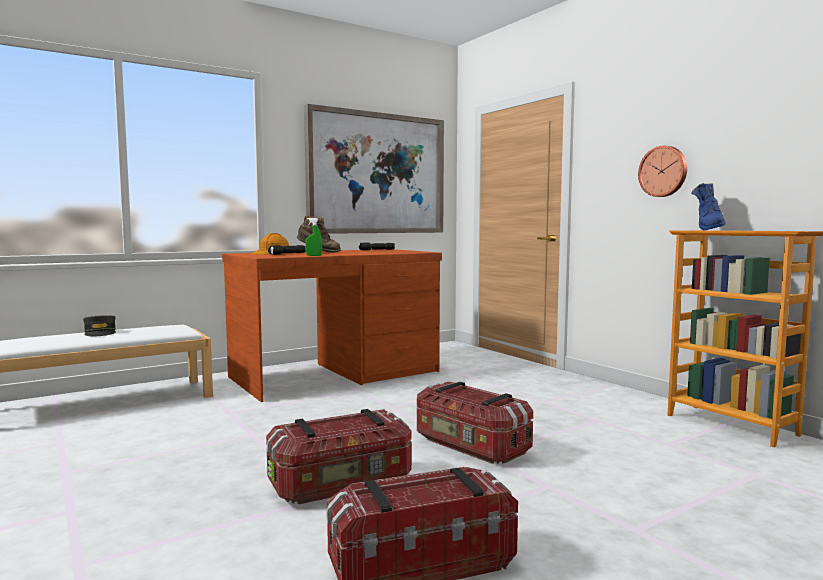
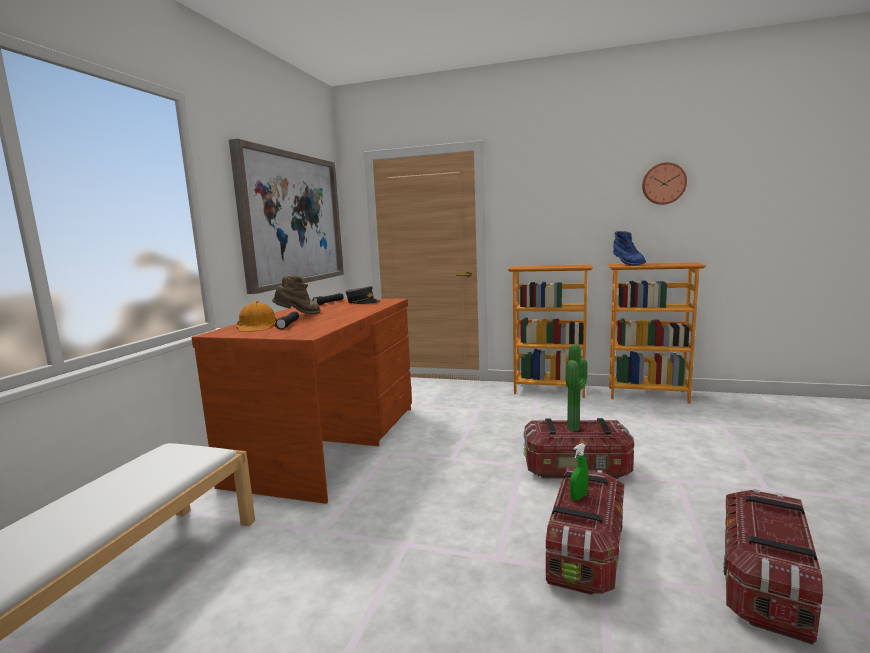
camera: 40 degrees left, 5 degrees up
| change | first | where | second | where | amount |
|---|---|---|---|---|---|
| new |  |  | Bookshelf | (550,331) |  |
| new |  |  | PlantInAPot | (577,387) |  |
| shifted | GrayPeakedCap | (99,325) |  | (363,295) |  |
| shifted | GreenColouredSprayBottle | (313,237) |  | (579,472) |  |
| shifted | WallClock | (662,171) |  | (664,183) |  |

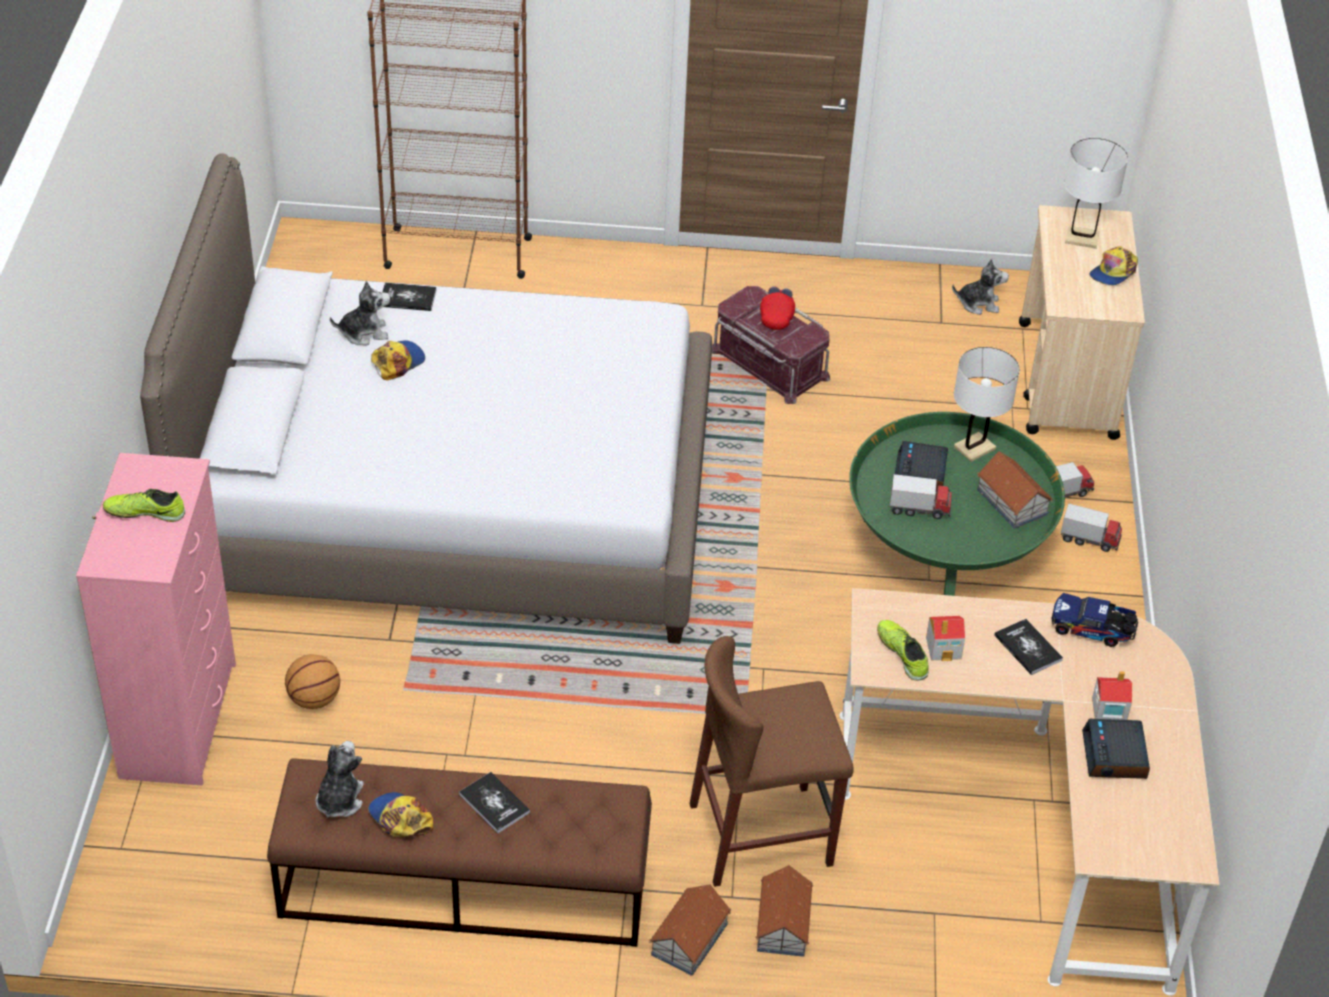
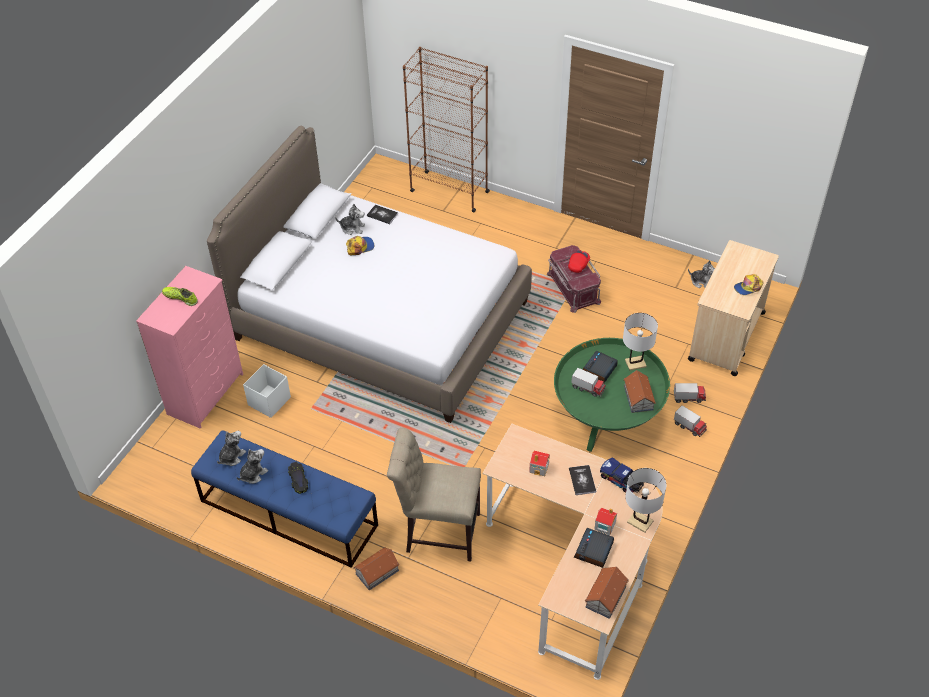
camera: 25 degrees right, 5 degrees up
| change | first | where | second | where | amount |
|---|---|---|---|---|---|
| gone | LowShoe | (903,650) |  |  |  |
| shifted | MiniatureHouse | (784,911) |  | (607,593) |  |
| shifted | WhitishTableLamp | (1096,193) |  | (646,500) |  |
| swapped | BallForBasketball | (312,681) | WhitishStorageContainer | (267,391) |  |
| swapped | PeakedCap | (400,814) | CuddlyToy | (252,466) |  |
| swapped | BoundBook | (494,802) | BlackishModelCar | (298,478) |  |
| swapped | BrownishStool | (772,761) | BeigeUprightChair | (434,494) |  |
| repainted | BrownishBench | (459,852) | BlueBench | (284,499) |  |

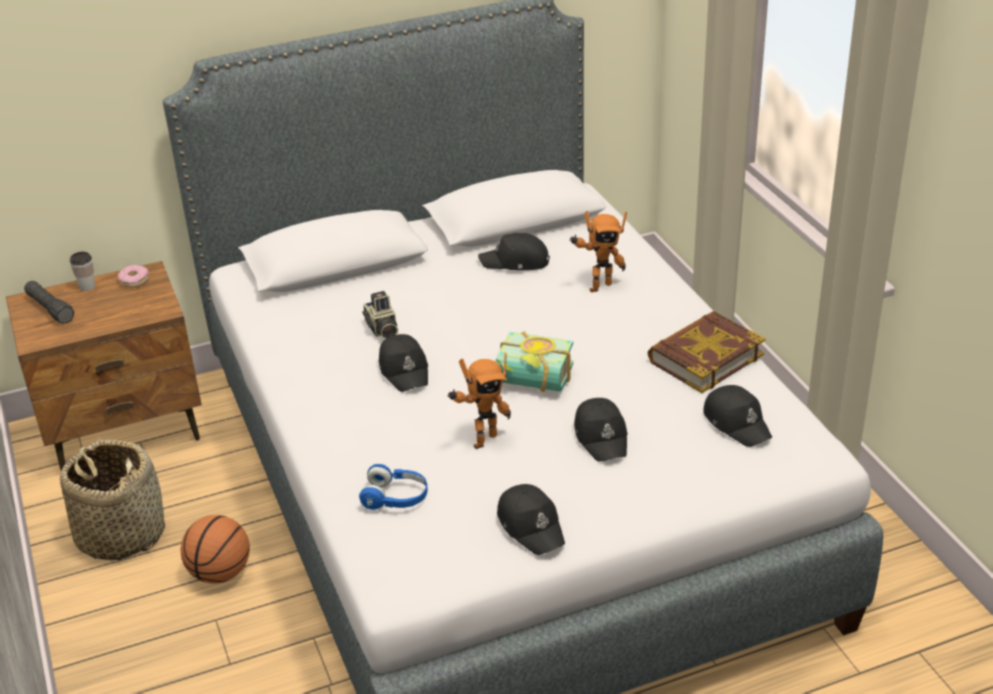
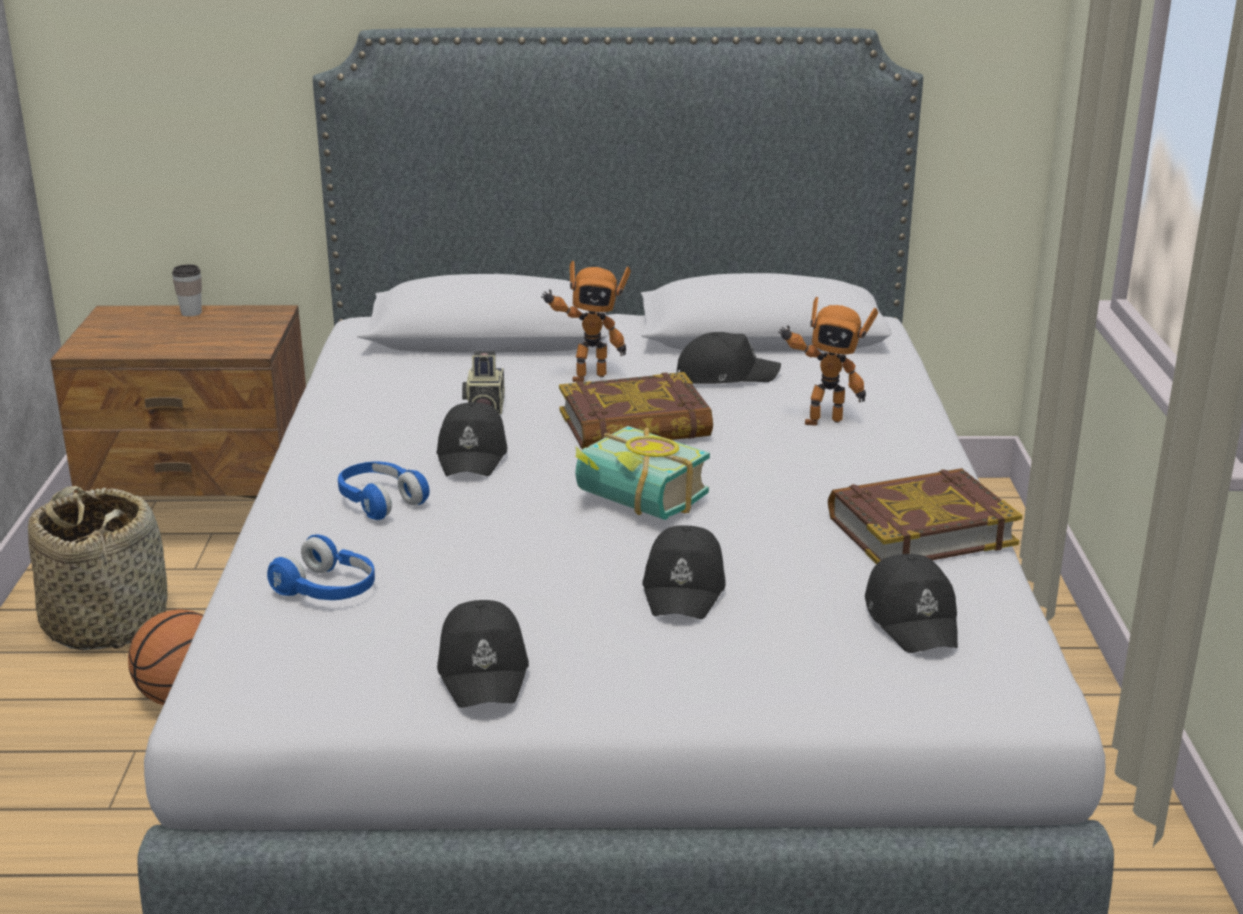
camera: 20 degrees right, 10 degrees down
| change | first | where | second | where | amount |
|---|---|---|---|---|---|
| gone | BlackishFlashlight | (49,302) |  |  |  |
| gone | Donut | (133,276) |  |  |  |
| new |  |  | BlueHeadset | (384,490) |  |
| new |  |  | BoundBook | (636,411) |  |
| shifted | ToyRobot | (479,401) |  | (586,321) |  |
| rotated | BlackishPeakedCap | (514,251) |  | (729,358) | 150 degrees clockwise |

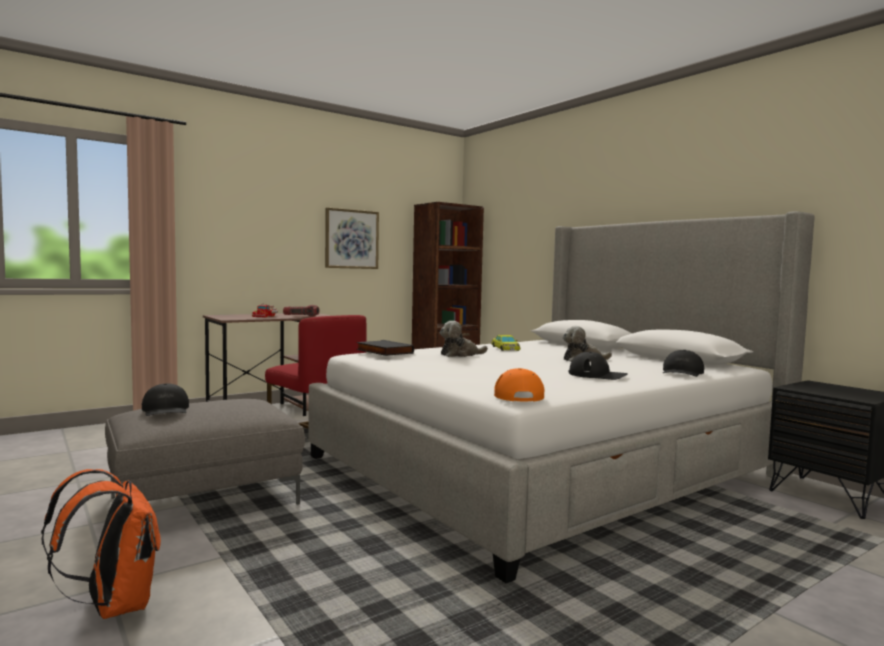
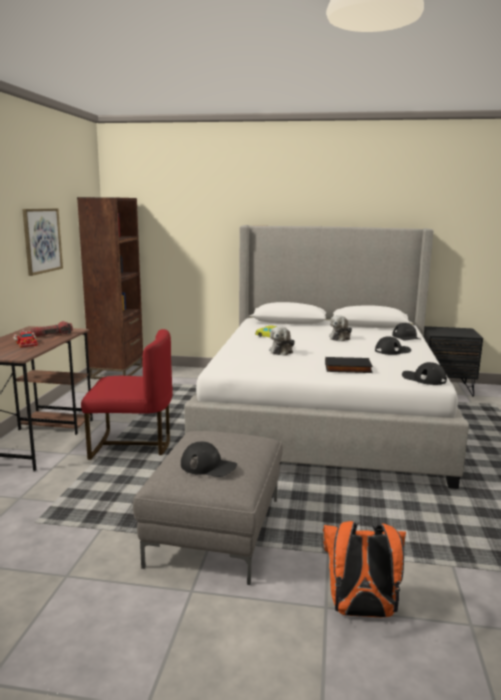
camera: 45 degrees left, 10 degrees up
| change | first | where | second | where | amount |
|---|---|---|---|---|---|
| shifted | BlackishBoundBook | (385,348) |  | (349,365) |  |
| repainted | OrangeColouredPeakedCap | (519,385) | BlackishPeakedCap | (424,373) |  |

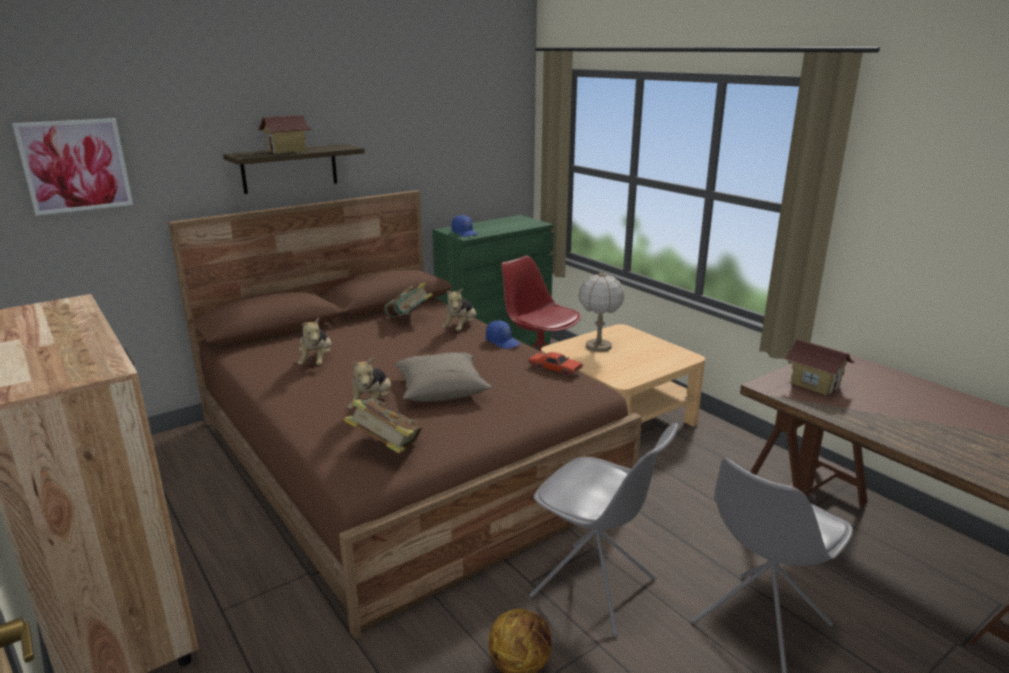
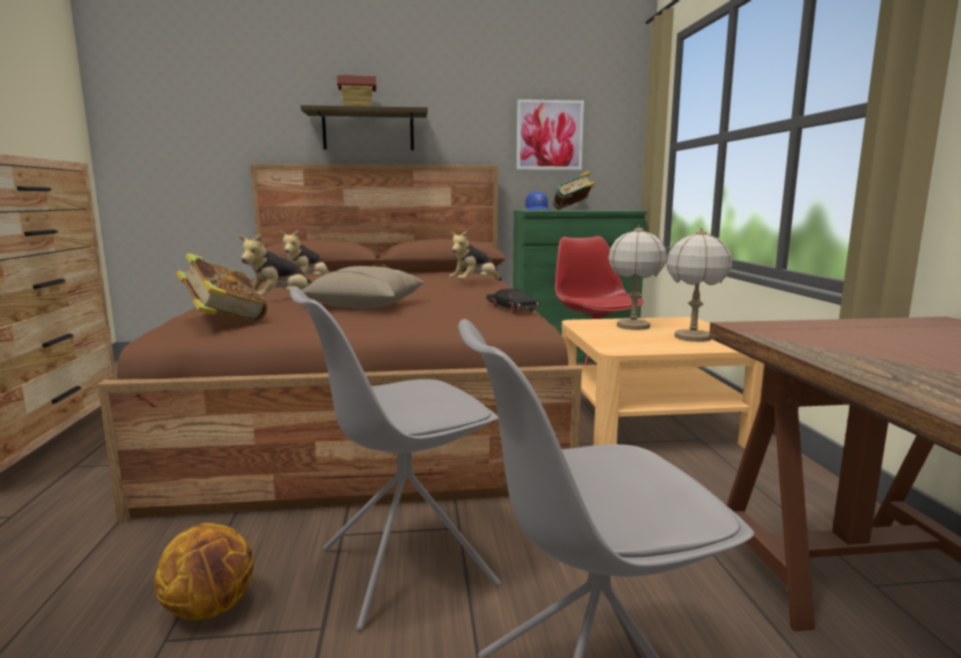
camera: 30 degrees right, 10 degrees down
| change | first | where | second | where | amount |
|---|---|---|---|---|---|
| gone | BluePeakedCap | (503,334) |  |  |  |
| gone | MiniatureHouse | (820,367) |  |  |  |
| new |  |  | TableLamp | (699,285) |  |
| shifted | WallArt | (72,167) |  | (550,134) |  |
| shifted | BoundBook | (408,300) |  | (574,190) |  |
| repainted | ReddishModelCar | (555,364) | BlackishModelCar | (513,300) |  |
| rotated | GrayUprightChair | (604,530) |  | (395,458) | 90 degrees clockwise |

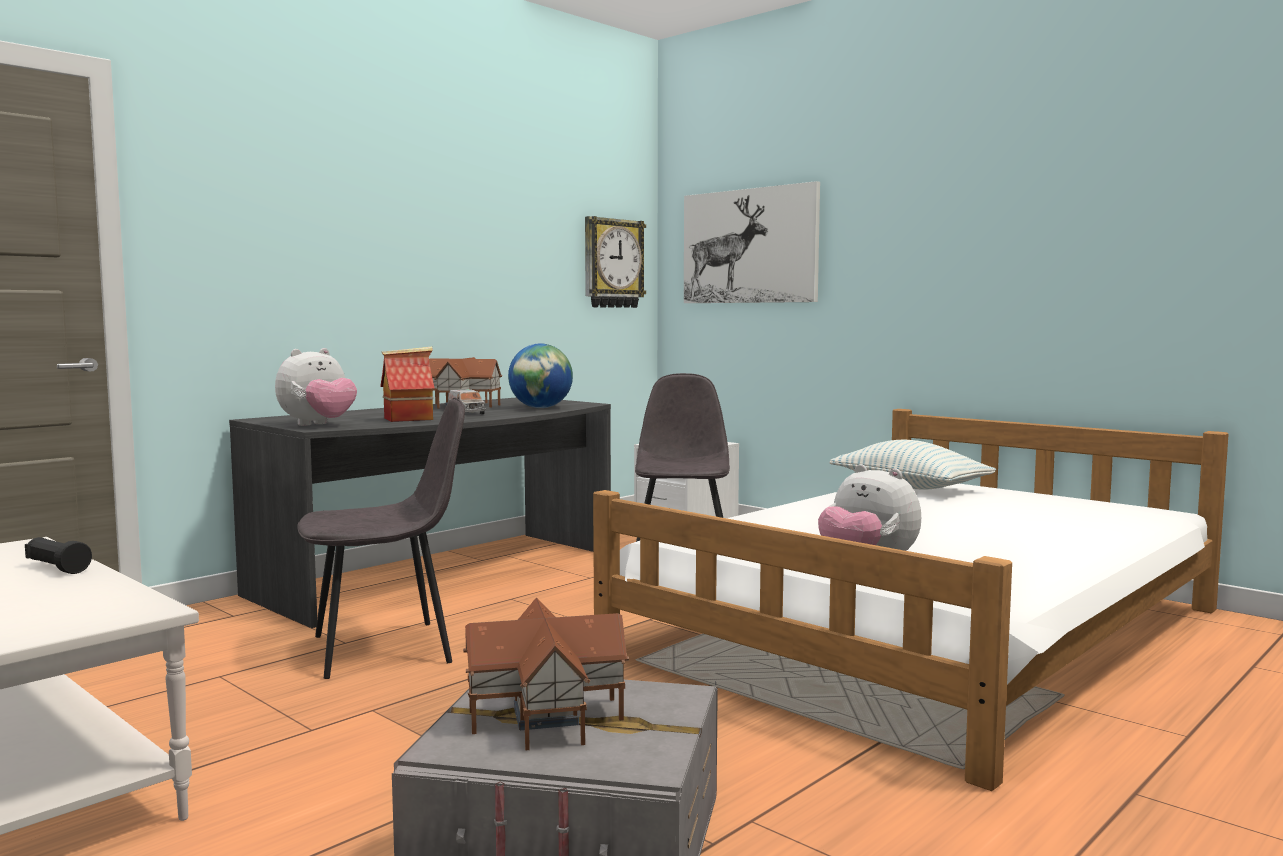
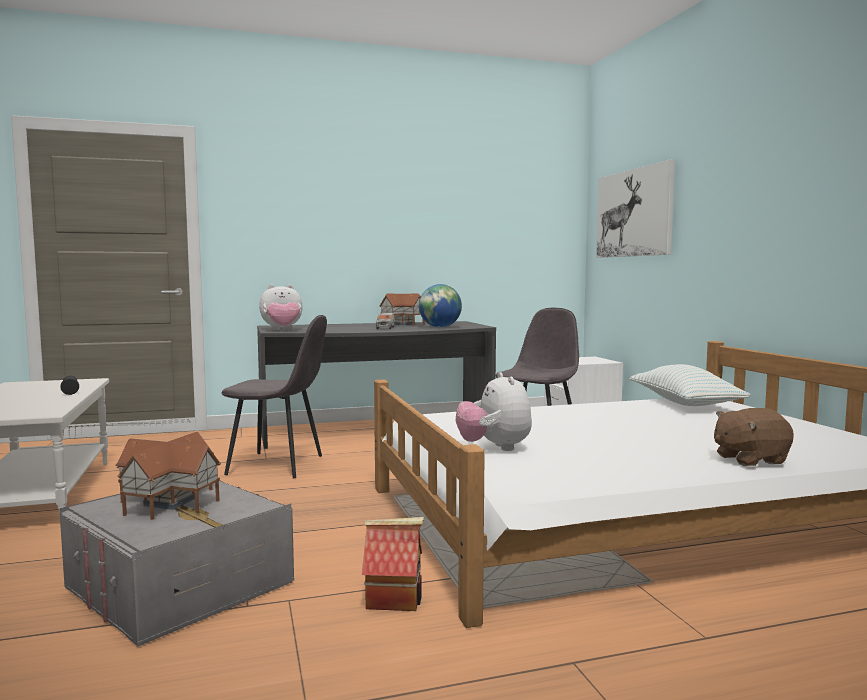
camera: 30 degrees right, 0 degrees up
| change | first | where | second | where | amount |
|---|---|---|---|---|---|
| gone | WallClock | (615,262) |  |  |  |
| new |  |  | BrownishCuddlyToy | (754,437) |  |
| shifted | MiniatureHouse | (407,384) |  | (393,564) |  |

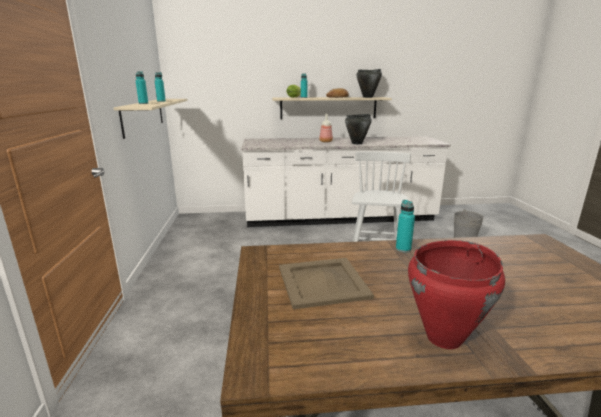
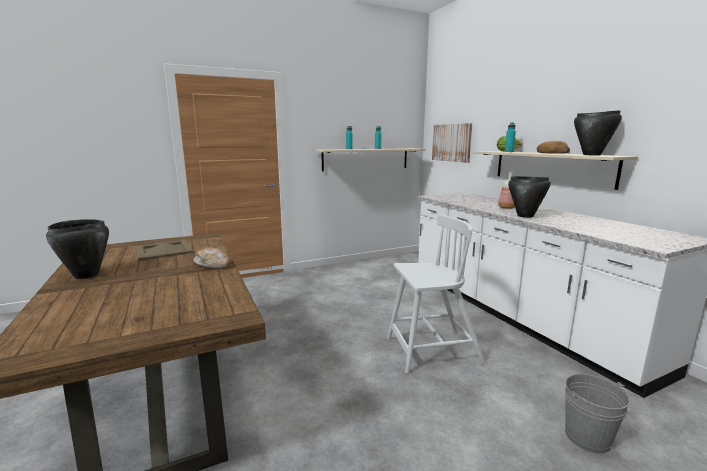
camera: 70 degrees right, 5 degrees down
| change | first | where | second | where | amount |
|---|---|---|---|---|---|
| new |  |  | WallArt | (452,143) |  |
| swapped | BlueGreenBottle | (405,226) | Bread | (212,258) |  |
| repainted | ReddishSaucepot | (456,294) | BlackishSaucepot | (77,249) |  |

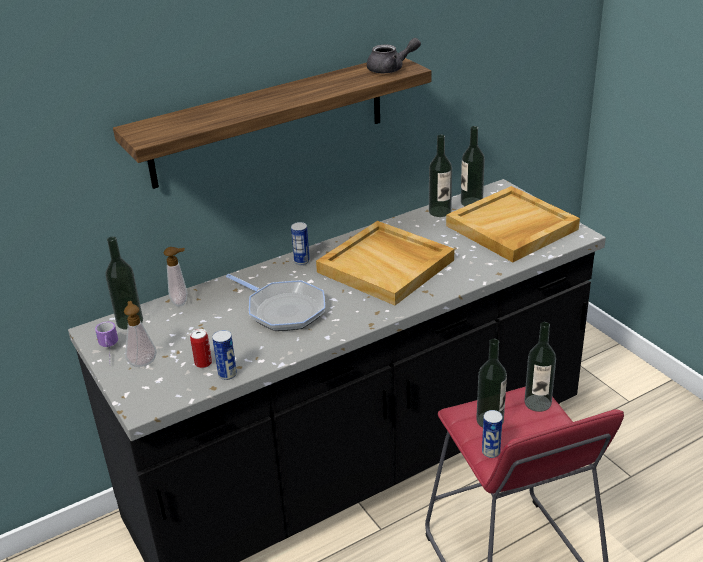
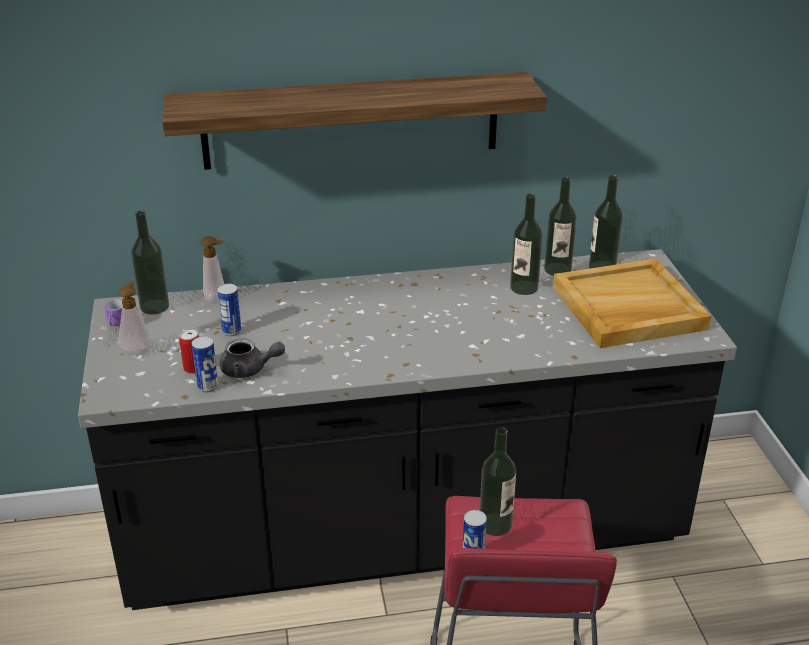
camera: 20 degrees right, 0 degrees up
| change | first | where | second | where | amount |
|---|---|---|---|---|---|
| gone | Pan | (275,302) |  |  |  |
| gone | BeigeCarryingTray | (385,263) |  |  |  |
| shifted | SealedCan | (300,243) |  | (229,310) |  |
| shifted | GrayTeapot | (394,56) |  | (252,358) |  |
| shifted | Bottle | (540,367) |  | (526,244) |  |

